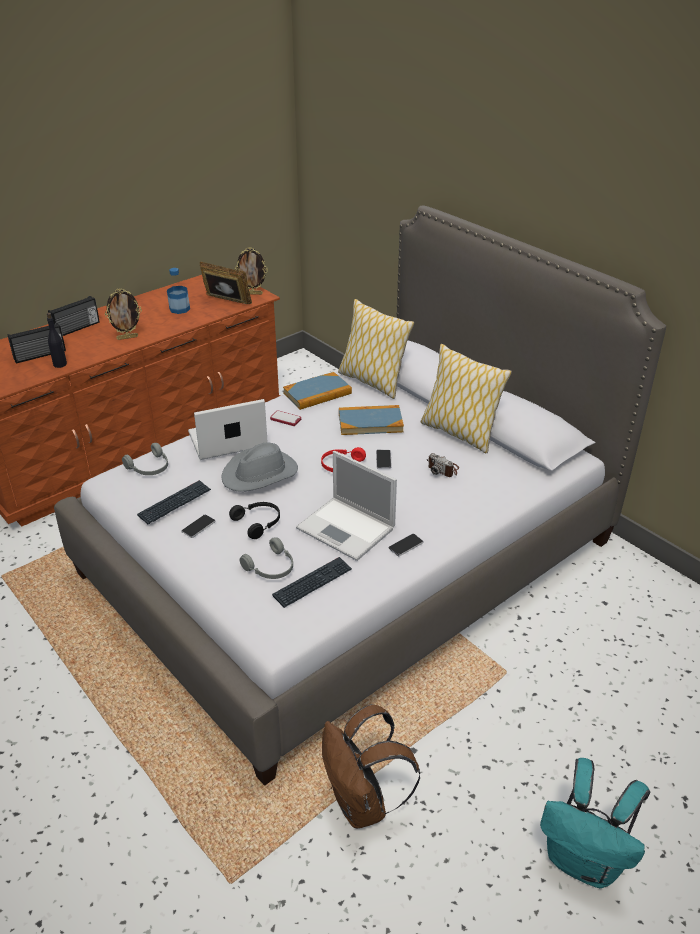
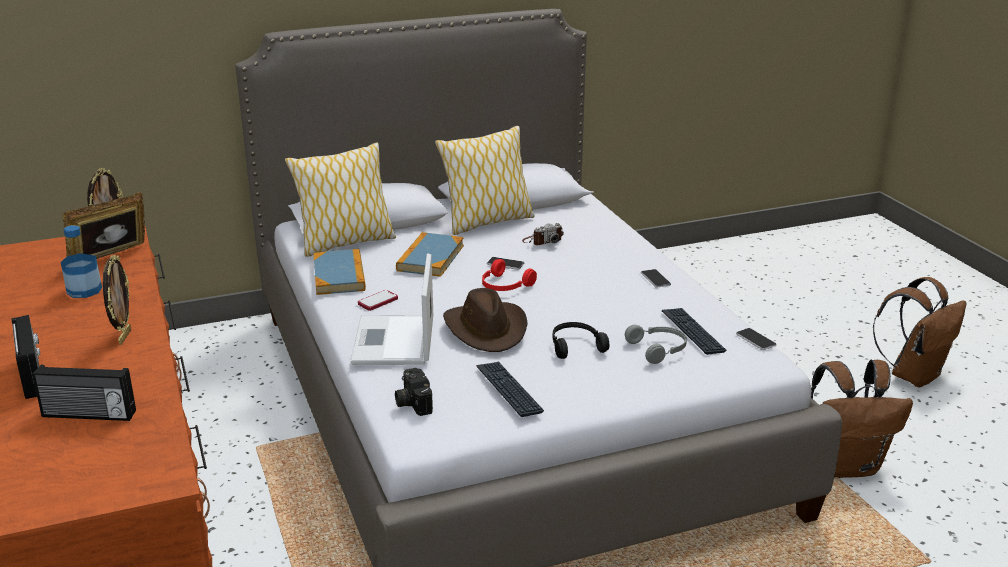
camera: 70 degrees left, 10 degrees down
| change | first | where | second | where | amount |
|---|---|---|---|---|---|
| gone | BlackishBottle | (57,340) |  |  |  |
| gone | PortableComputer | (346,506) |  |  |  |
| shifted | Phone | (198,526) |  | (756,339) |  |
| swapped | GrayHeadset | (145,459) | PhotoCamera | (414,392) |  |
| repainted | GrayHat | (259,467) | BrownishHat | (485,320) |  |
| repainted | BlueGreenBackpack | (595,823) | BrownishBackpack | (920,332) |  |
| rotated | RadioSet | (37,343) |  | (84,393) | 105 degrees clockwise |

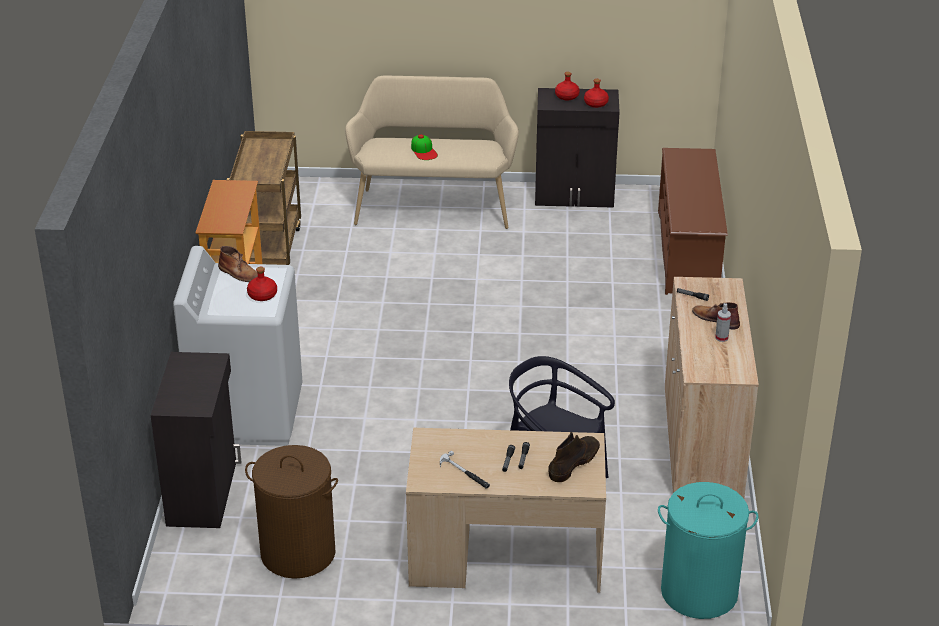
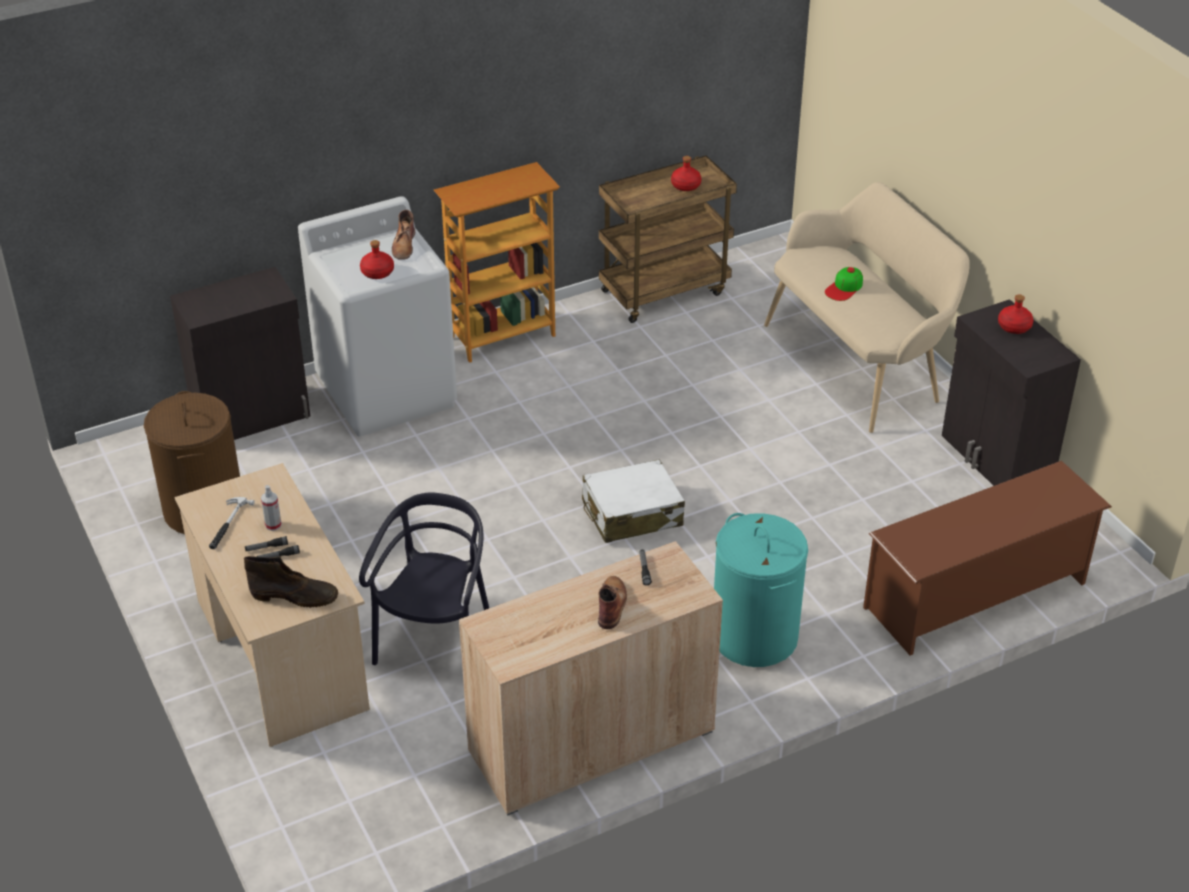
camera: 60 degrees right, 5 degrees up
| change | first | where | second | where | amount |
|---|---|---|---|---|---|
| new |  |  | WhitishPieceOfLuggage | (633,501) |  |
| shifted | ReddishBottle | (596,93) |  | (686,173) |  |
| shifted | BlueGreenWashingBasket | (708,550) |  | (761,590) |  |
| shifted | SprayBottle | (723,322) |  | (271,508) |  |

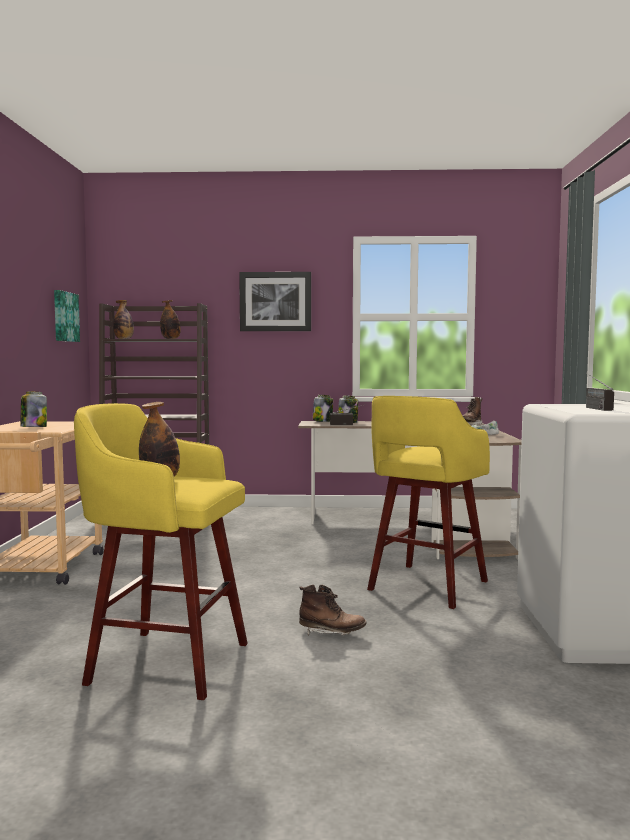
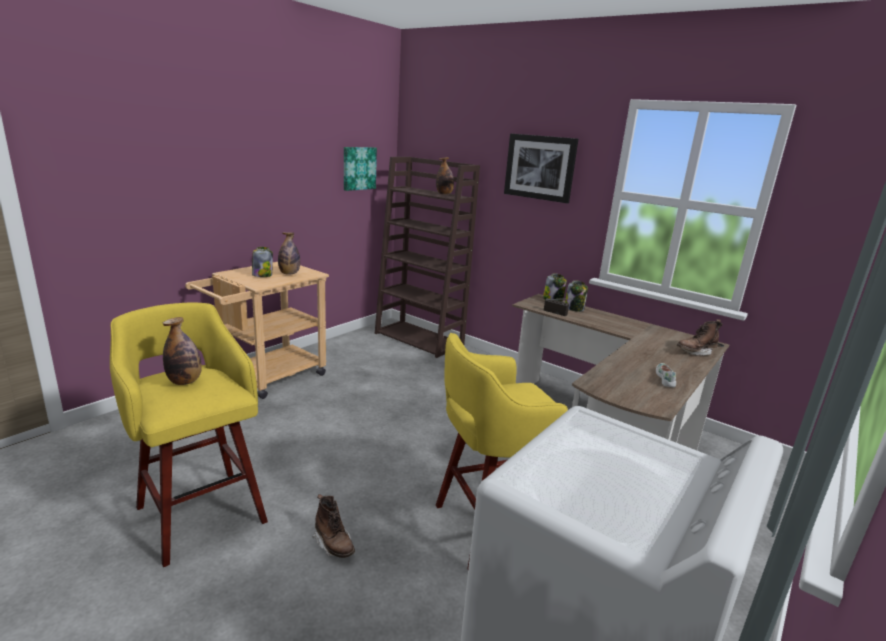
camera: 35 degrees right, 15 degrees up
| change | first | where | second | where | amount |
|---|---|---|---|---|---|
| gone | RadioSet | (600,392) |  |  |  |
| shifted | Bottle | (123,319) |  | (289,253) |  |

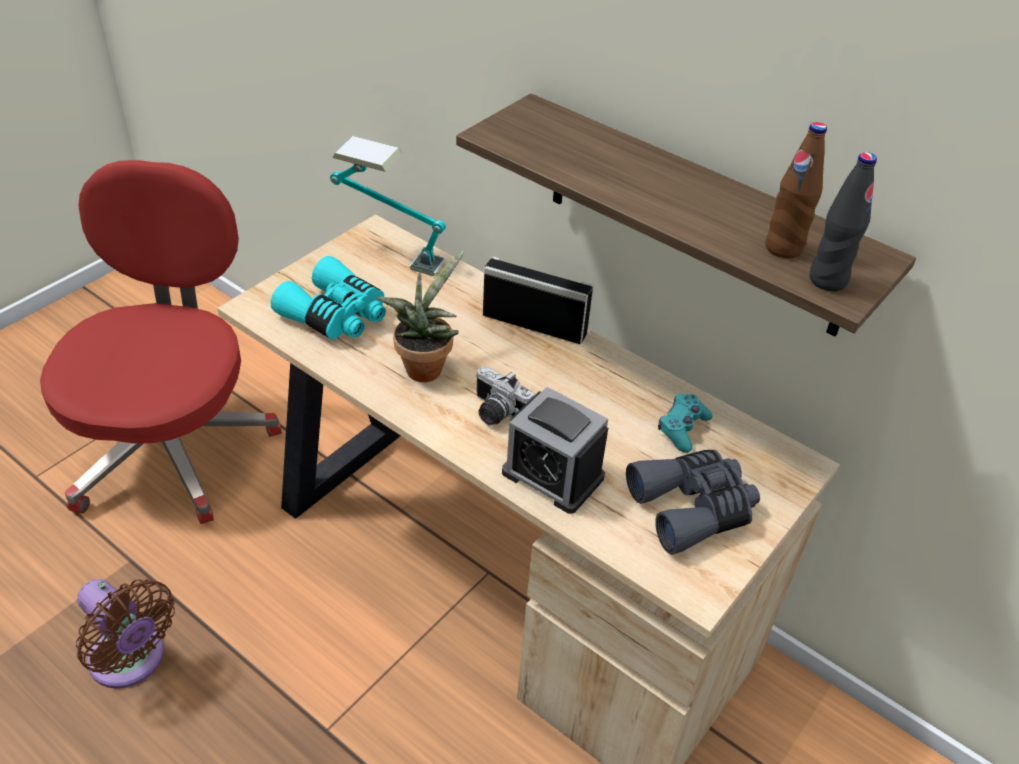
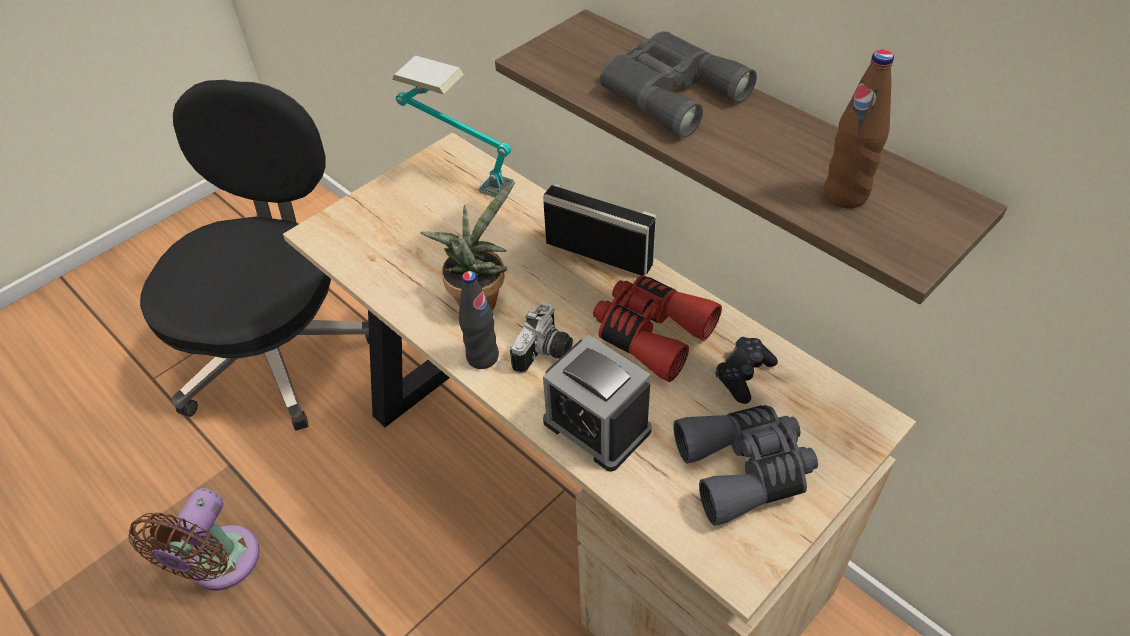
camera: 10 degrees right, 5 degrees up
| change | first | where | second | where | amount |
|---|---|---|---|---|---|
| gone | BlueGreenBinoculars | (328,297) |  |  |  |
| new |  |  | ReddishBinoculars | (657,328) |  |
| new |  |  | GrayBinoculars | (678,84) |  |
| shifted | BlackishBottle | (843,221) |  | (479,320) |  |
| repainted | ReddishDeskChair | (161,342) | BlackishDeskChair | (254,255) |  |
| repainted | BlueGreenGameController | (685,423) | BlackishGameController | (746,370) |  |
| rotated | BrownishElectricFan | (125,634) |  | (194,539) | 60 degrees clockwise |
| rotated | PhotoCamera | (505,395) |  | (541,338) | 105 degrees counterclockwise |

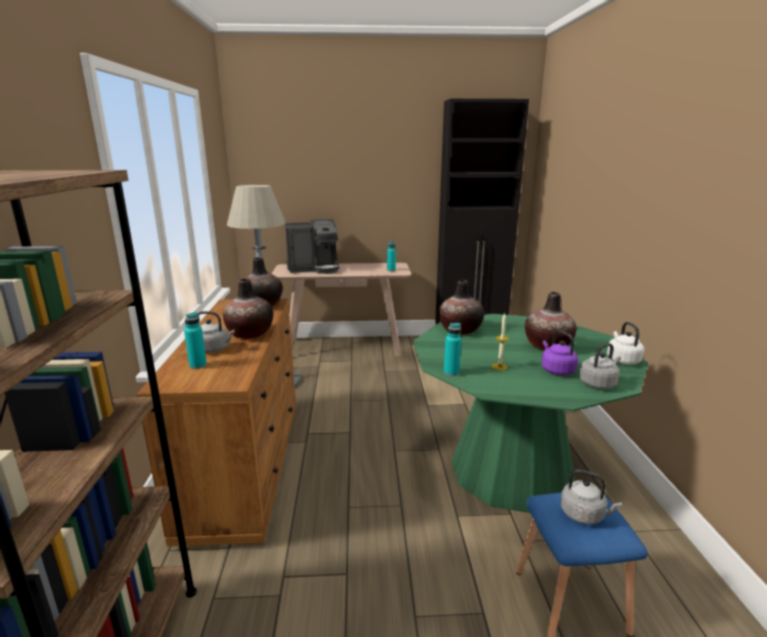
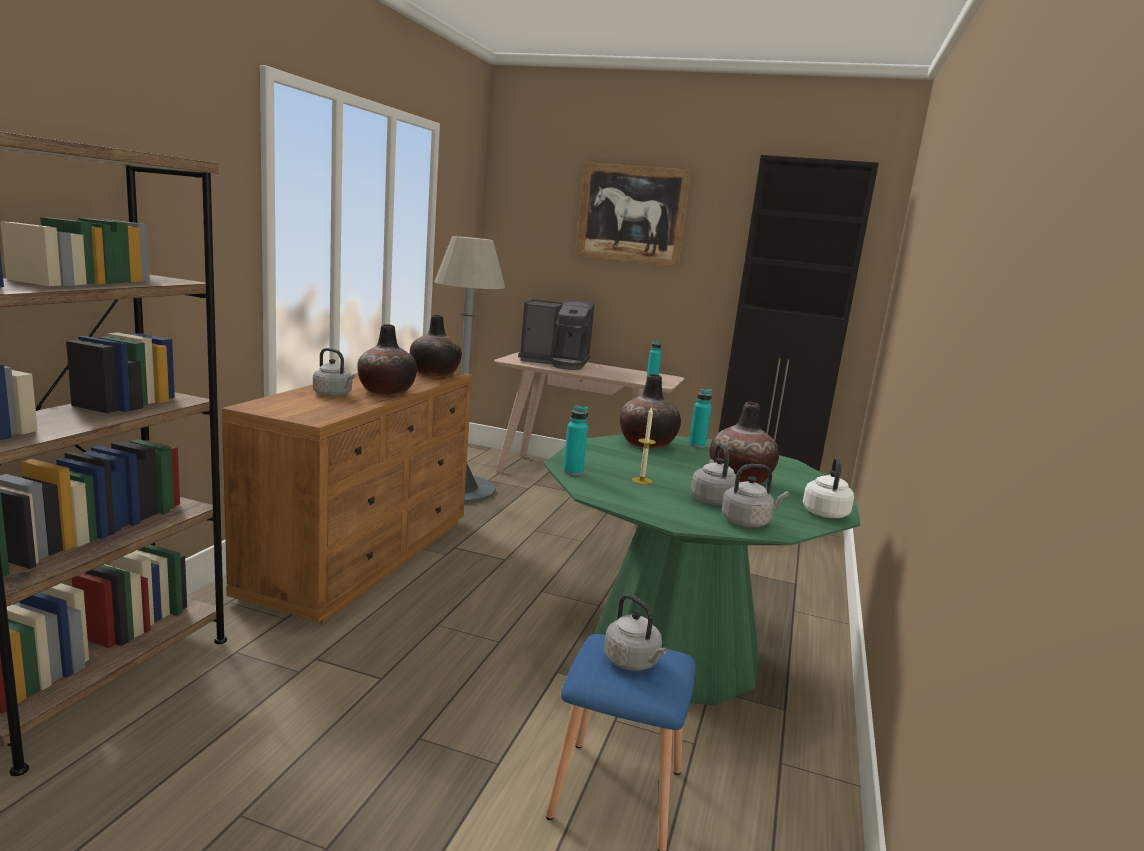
camera: 20 degrees right, 5 degrees down
| change | first | where | second | where | amount |
|---|---|---|---|---|---|
| new |  |  | WallArt | (634,214) |  |
| shifted | BlueGreenBottle | (195,340) |  | (700,418) |  |
| repainted | PurplishWaterKettle | (560,352) | GrayWaterKettle | (715,474) |  |

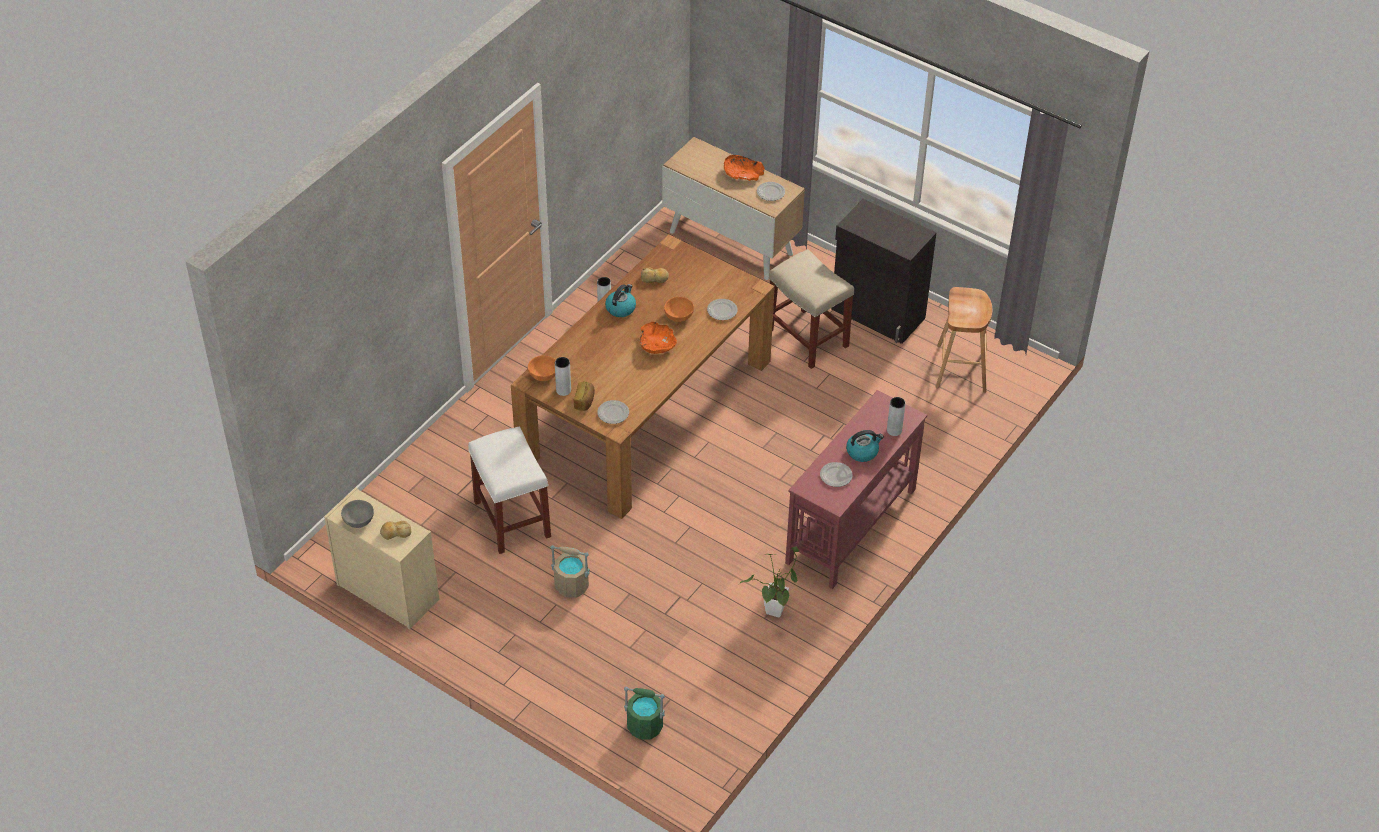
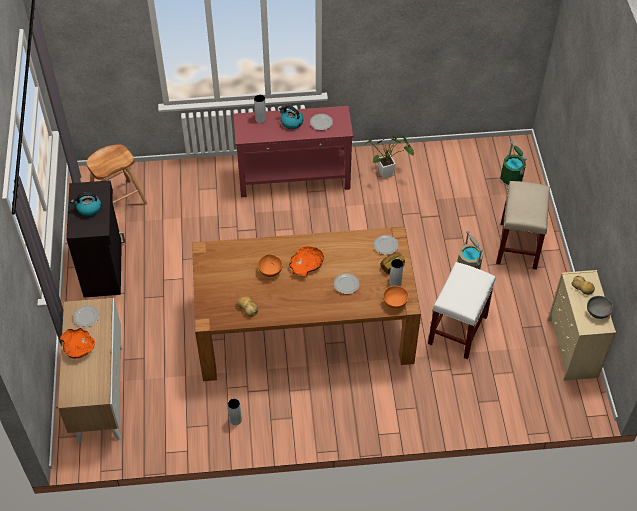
camera: 130 degrees left, 5 degrees up
| change | first | where | second | where | amount |
|---|---|---|---|---|---|
| shifted | WaterKettle | (620,300) |  | (86,204) |  |
| shifted | Plate | (722,309) |  | (346,283) |  |
| shifted | BeigeStool | (811,309) |  | (523,225) |  |

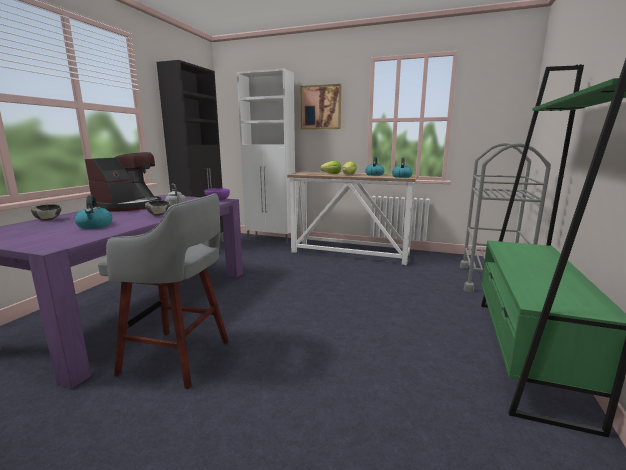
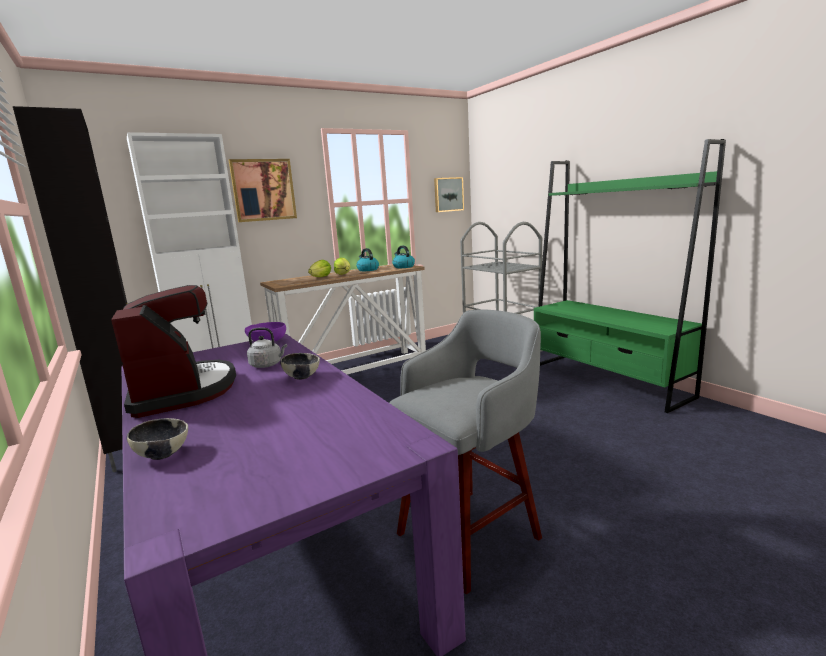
camera: 50 degrees left, 0 degrees up
| change | first | where | second | where | amount |
|---|---|---|---|---|---|
| gone | WaterKettle | (93,212) |  |  |  |
| new |  |  | WallArt | (449,194) |  |

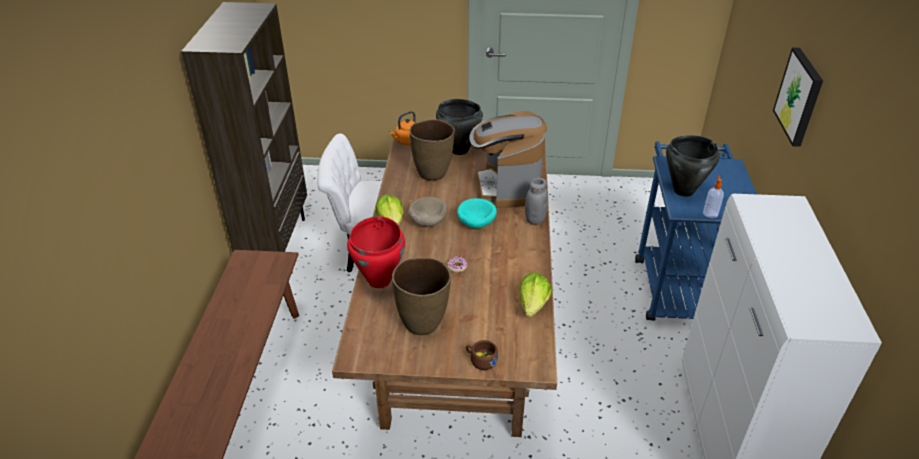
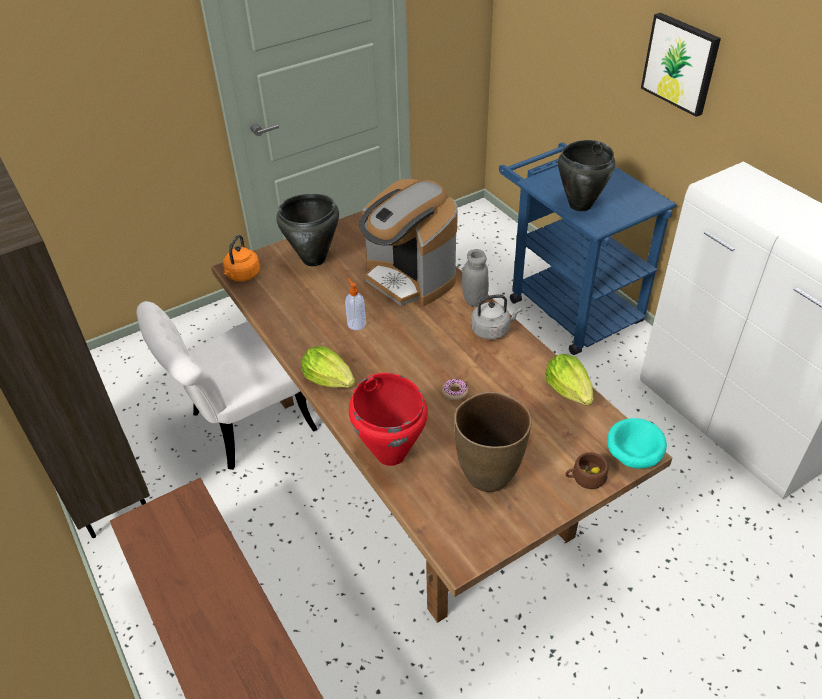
camera: 35 degrees left, 5 degrees up
| change | first | where | second | where | amount |
|---|---|---|---|---|---|
| gone | BeigeDeepDish | (428,212) |  |  |  |
| gone | BrownishDecorativeVase | (432,150) |  |  |  |
| new |  |  | GrayWaterKettle | (496,317) |  |
| shifted | BlueGreenDeepDish | (477,213) |  | (637,443) |  |
| shifted | SoapDispenser | (713,196) |  | (355,304) |  |

